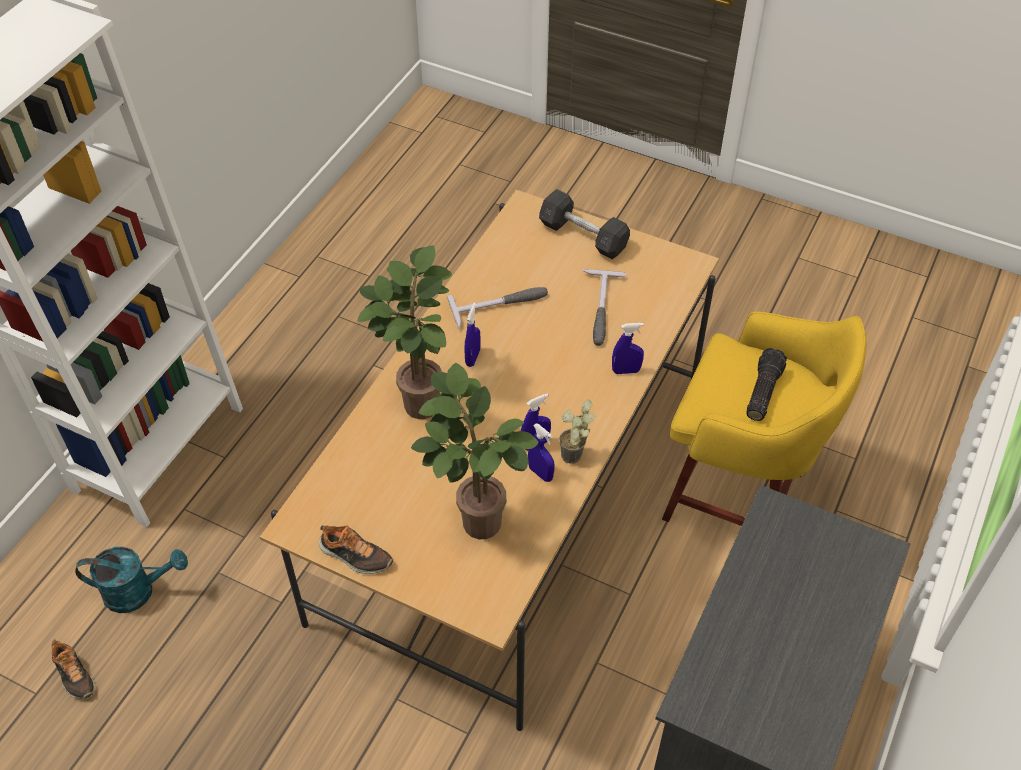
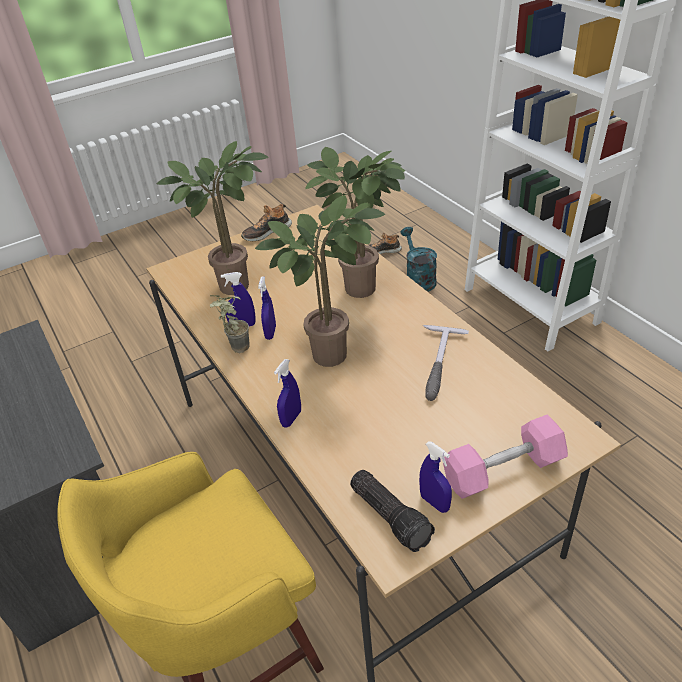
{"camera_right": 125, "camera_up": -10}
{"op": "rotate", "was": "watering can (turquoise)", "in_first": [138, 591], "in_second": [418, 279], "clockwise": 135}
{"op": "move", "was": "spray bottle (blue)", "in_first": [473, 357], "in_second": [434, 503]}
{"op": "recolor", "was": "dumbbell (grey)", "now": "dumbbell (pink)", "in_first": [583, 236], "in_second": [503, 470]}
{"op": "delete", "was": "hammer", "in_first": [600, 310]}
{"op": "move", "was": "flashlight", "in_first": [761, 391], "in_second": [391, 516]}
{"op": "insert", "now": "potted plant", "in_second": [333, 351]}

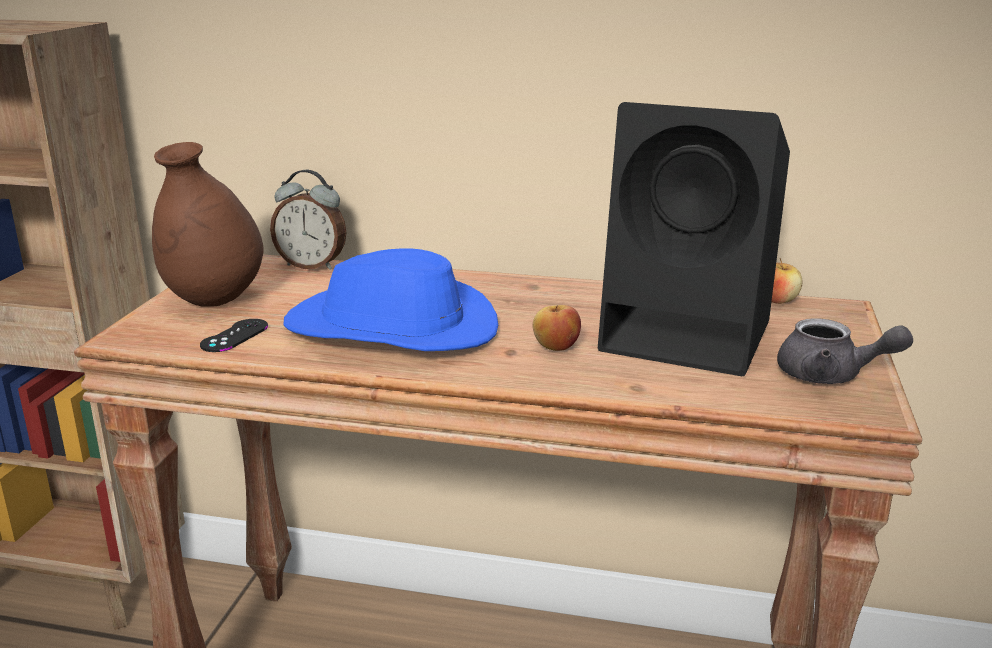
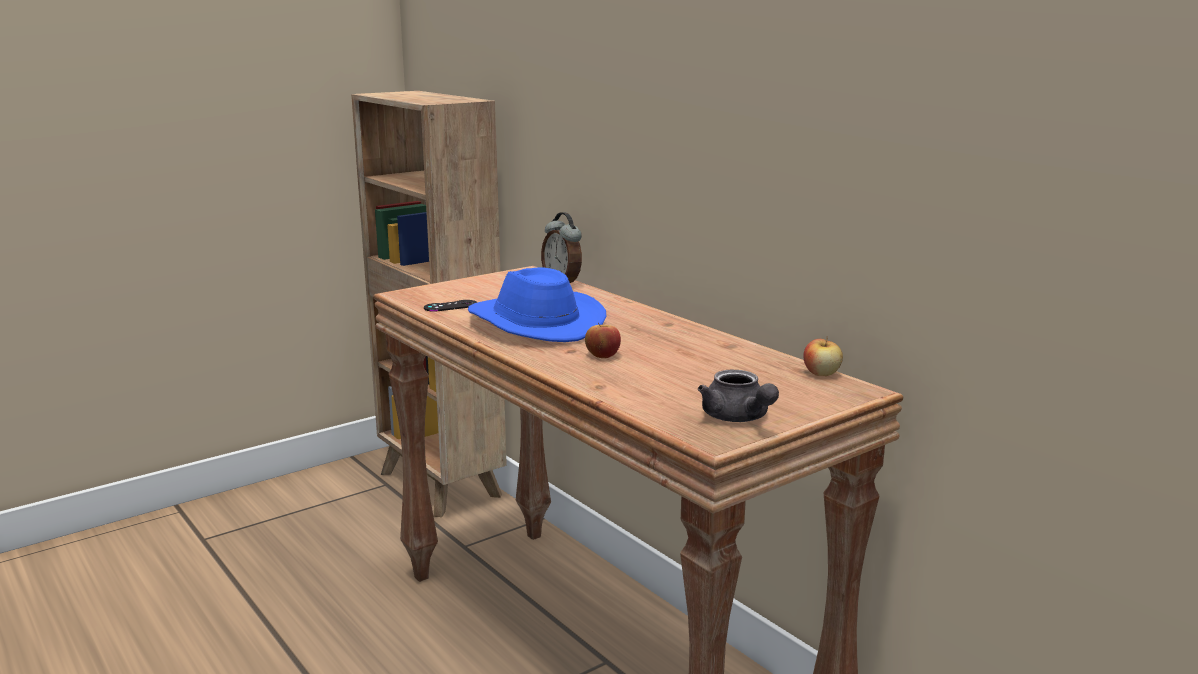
{"camera_right": 40, "camera_up": -5}
{"op": "delete", "was": "vase (brown)", "in_first": [214, 301]}
{"op": "delete", "was": "speaker (black)", "in_first": [691, 336]}

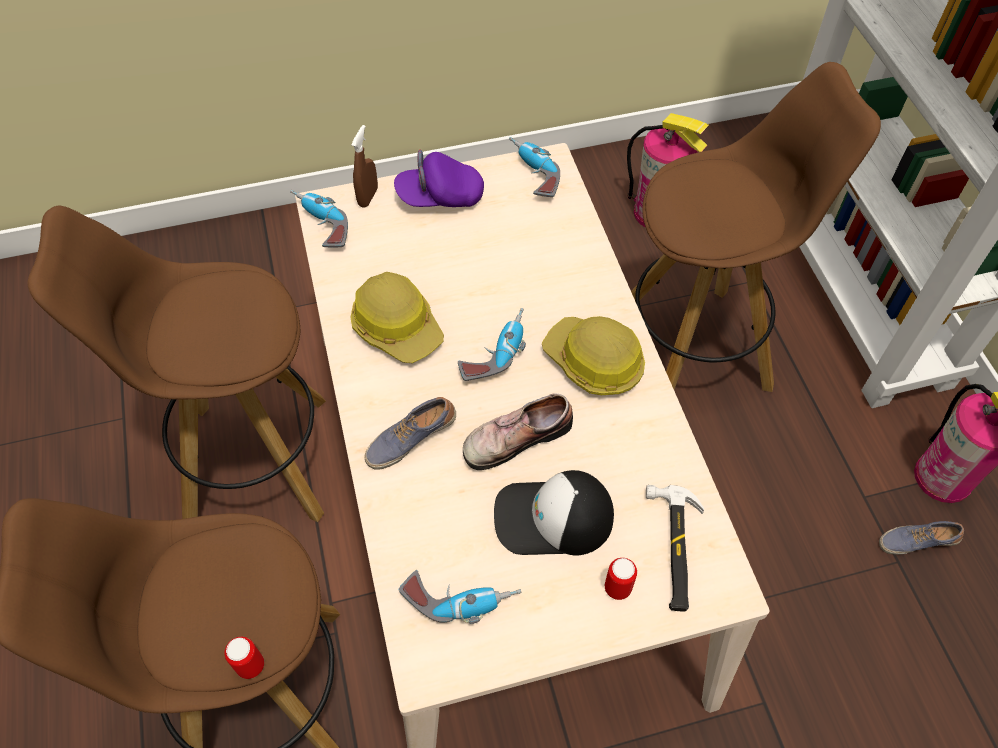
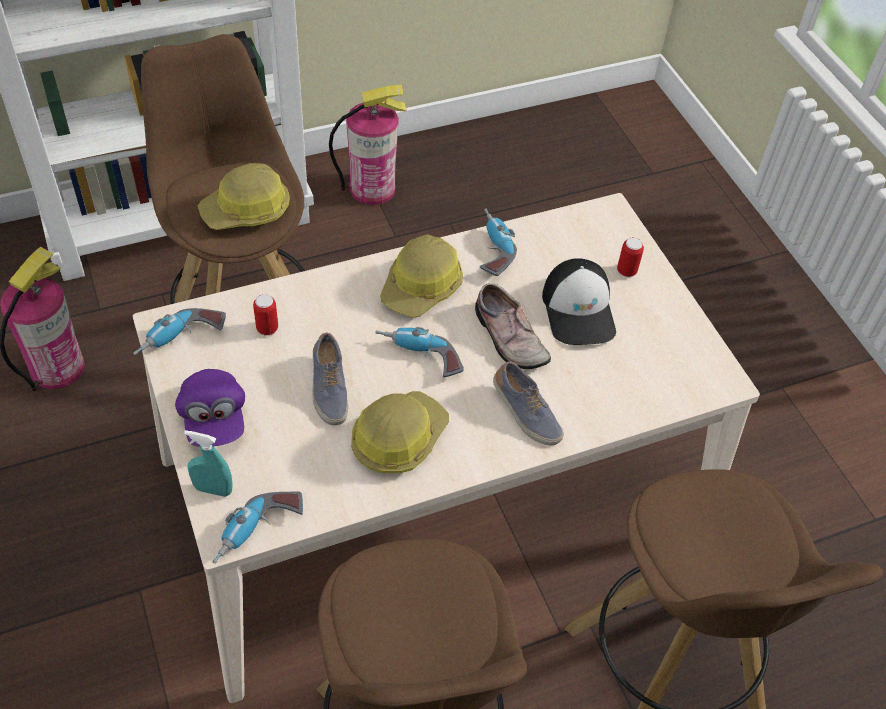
{"camera_right": -100, "camera_up": -5}
{"op": "move", "was": "can", "in_first": [250, 665], "in_second": [267, 328]}
{"op": "recolor", "was": "spray bottle (brown)", "now": "spray bottle (turquoise)", "in_first": [368, 197], "in_second": [213, 489]}
{"op": "move", "was": "power drill", "in_first": [460, 598], "in_second": [491, 249]}
{"op": "delete", "was": "hammer", "in_first": [674, 549]}
{"op": "move", "was": "shoe", "in_first": [916, 541], "in_second": [328, 388]}
{"op": "insert", "now": "hard hat", "in_second": [247, 210]}

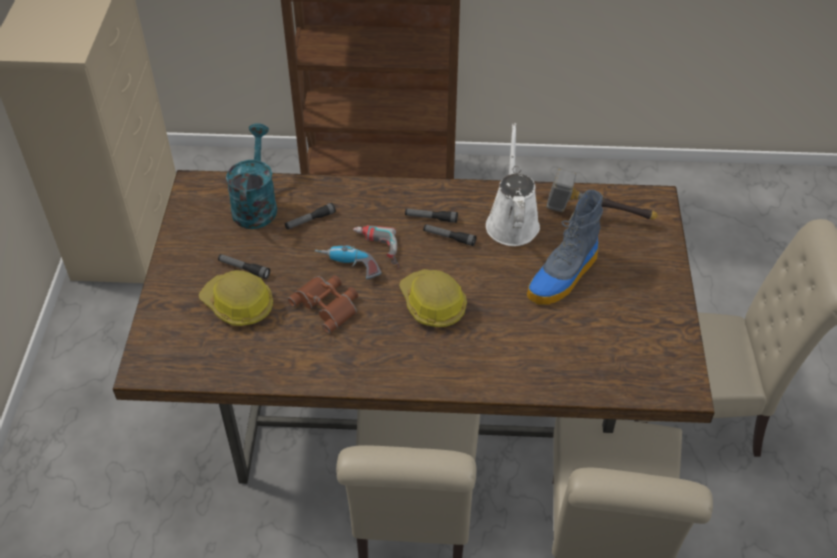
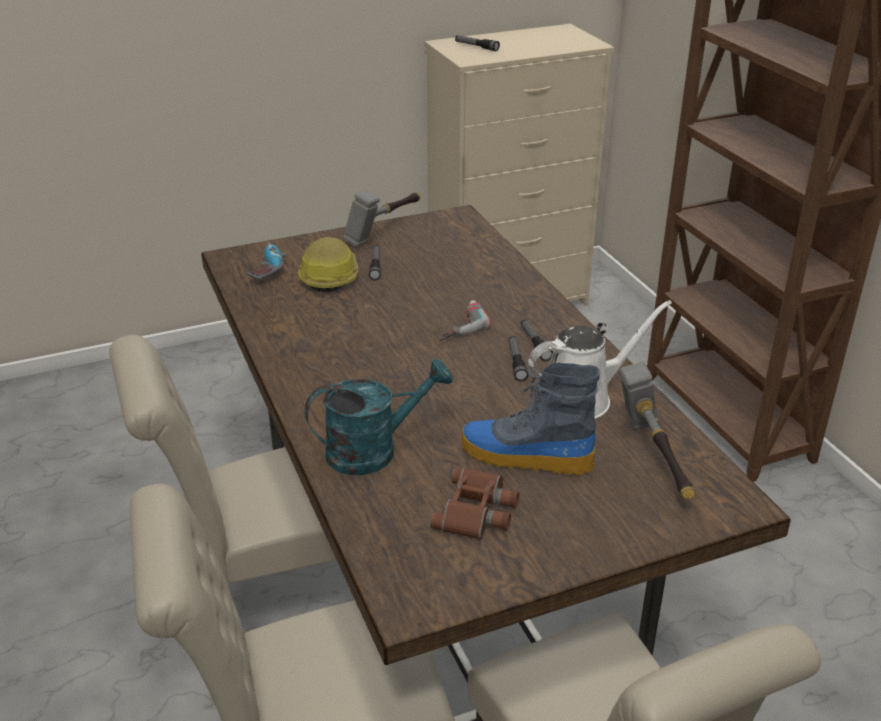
{"camera_right": 65, "camera_up": -15}
{"op": "move", "was": "watering can (turquoise)", "in_first": [255, 204], "in_second": [374, 450]}
{"op": "move", "was": "flashlight", "in_first": [310, 220], "in_second": [476, 47]}
{"op": "move", "was": "binoculars (brown)", "in_first": [328, 304], "in_second": [478, 511]}
{"op": "move", "was": "power drill", "in_first": [348, 267], "in_second": [266, 268]}
{"op": "delete", "was": "hard hat", "in_first": [432, 304]}
{"op": "insert", "now": "hammer", "in_second": [385, 229]}

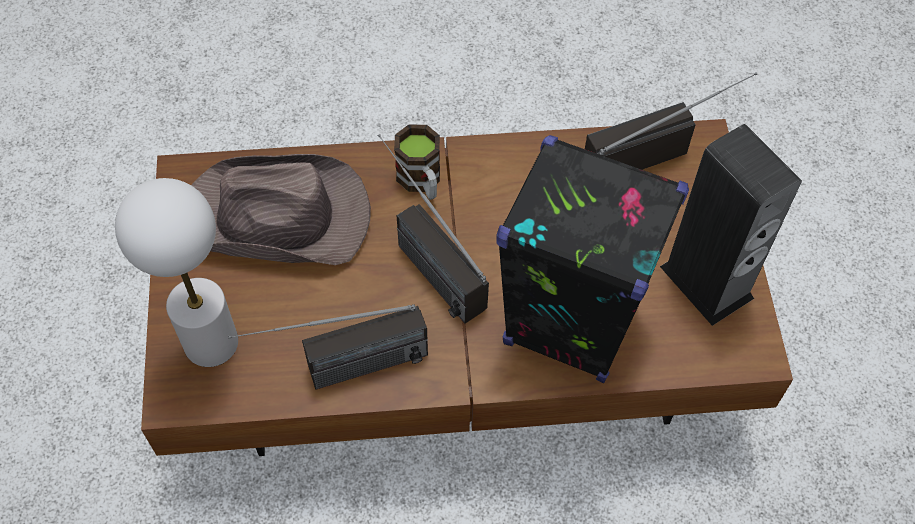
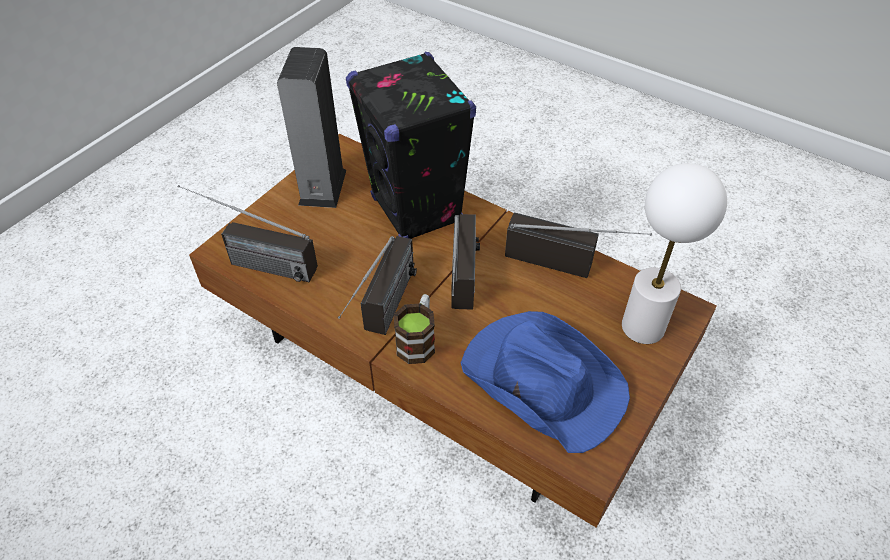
{"camera_right": -140, "camera_up": -10}
{"op": "recolor", "was": "hat (brown)", "now": "hat (blue)", "in_first": [277, 219], "in_second": [541, 380]}
{"op": "insert", "now": "radio", "in_second": [384, 317]}

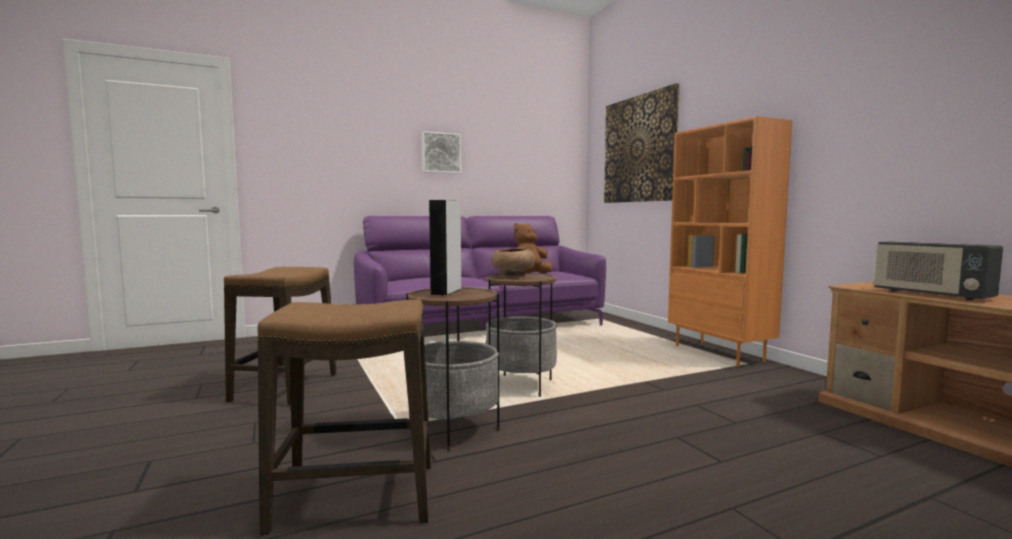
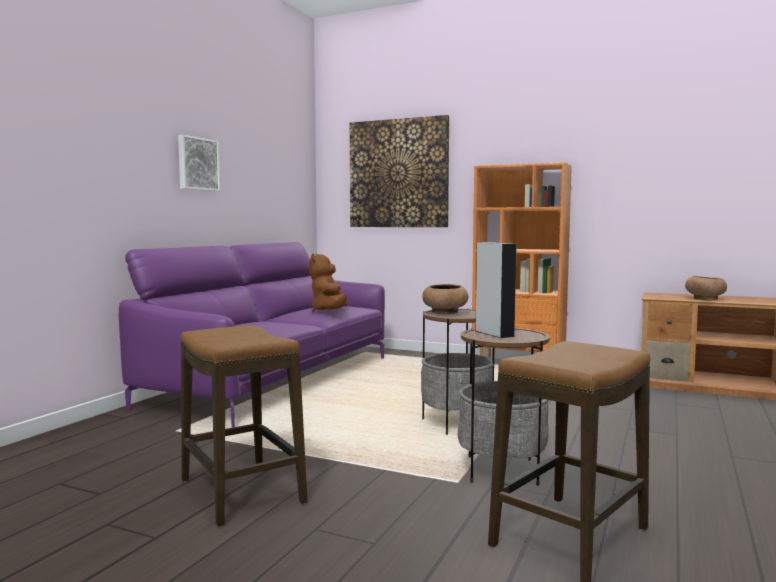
{"camera_right": -40, "camera_up": 0}
{"op": "replace", "was": "radio", "now": "bowl (brown)", "in_first": [930, 294], "in_second": [705, 299]}

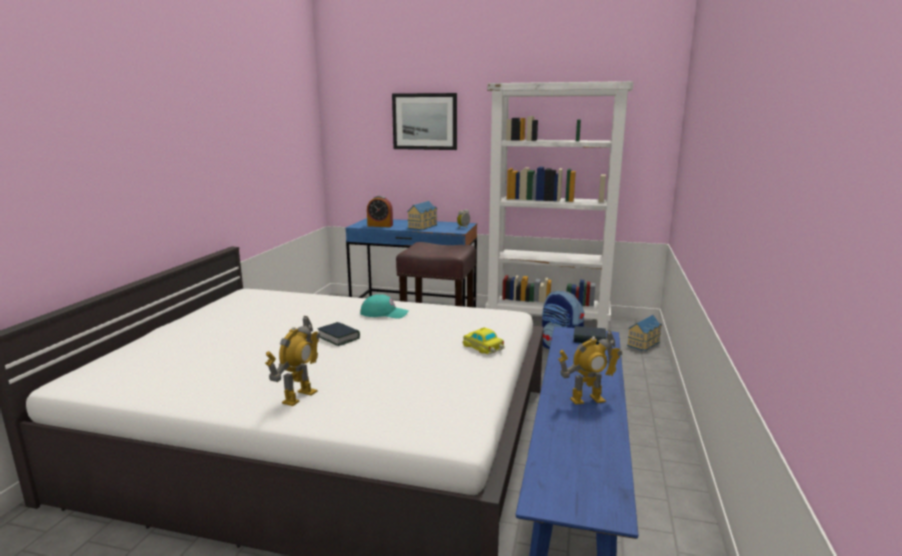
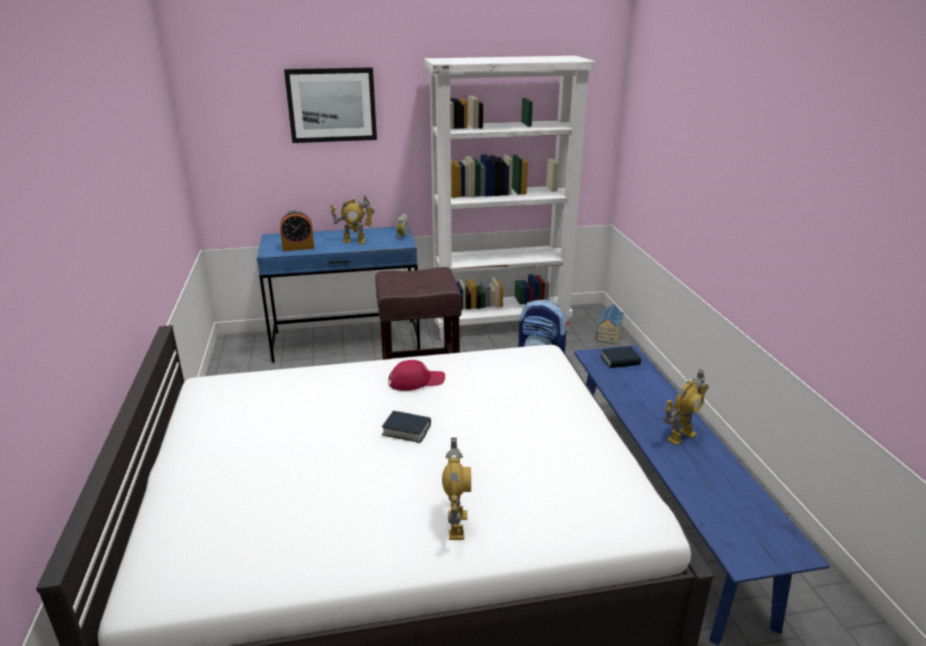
{"camera_right": -25, "camera_up": 10}
{"op": "recolor", "was": "cap (turquoise)", "now": "cap (red)", "in_first": [384, 313], "in_second": [416, 381]}
{"op": "replace", "was": "toy house", "now": "toy robot", "in_first": [423, 226], "in_second": [354, 241]}
{"op": "delete", "was": "toy car", "in_first": [483, 347]}

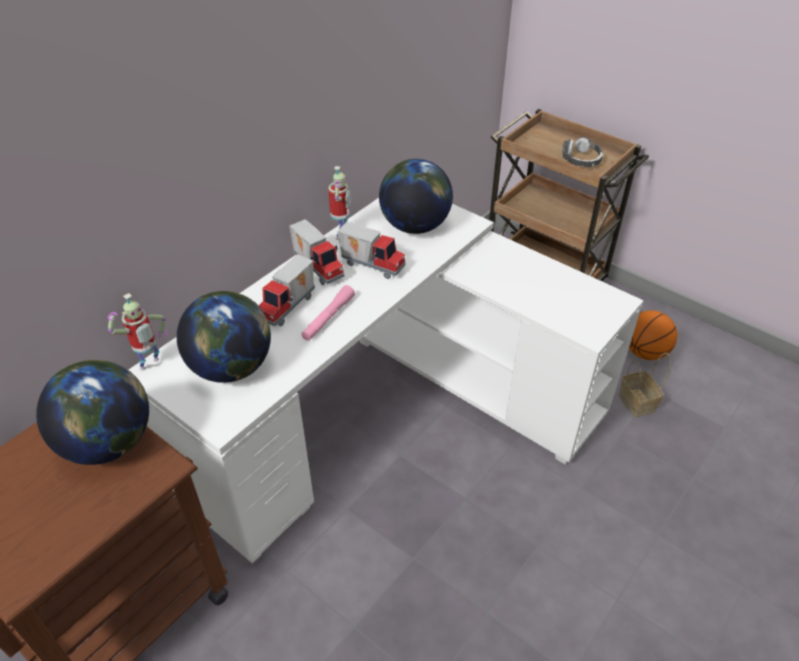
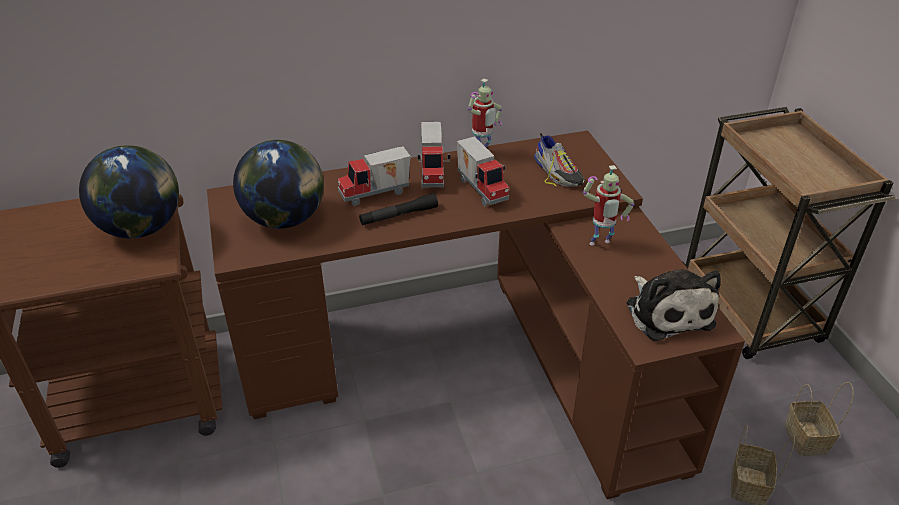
{"camera_right": 35, "camera_up": -5}
{"op": "move", "was": "toy robot", "in_first": [151, 366], "in_second": [600, 244]}
{"op": "recolor", "was": "desk (white)", "now": "desk (brown)", "in_first": [388, 411], "in_second": [473, 358]}
{"op": "recolor", "was": "flashlight (pink)", "now": "flashlight (black)", "in_first": [328, 318], "in_second": [399, 215]}
{"op": "replace", "was": "globe", "now": "shoe", "in_first": [415, 226], "in_second": [558, 172]}
{"op": "delete", "was": "headphones", "in_first": [581, 159]}
{"op": "replace", "was": "basketball", "now": "basket", "in_first": [645, 352], "in_second": [807, 439]}
{"op": "insert", "now": "plush toy", "in_second": [667, 311]}

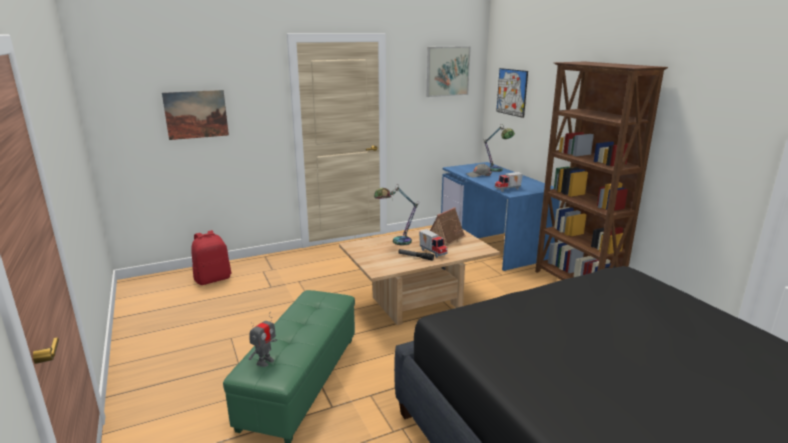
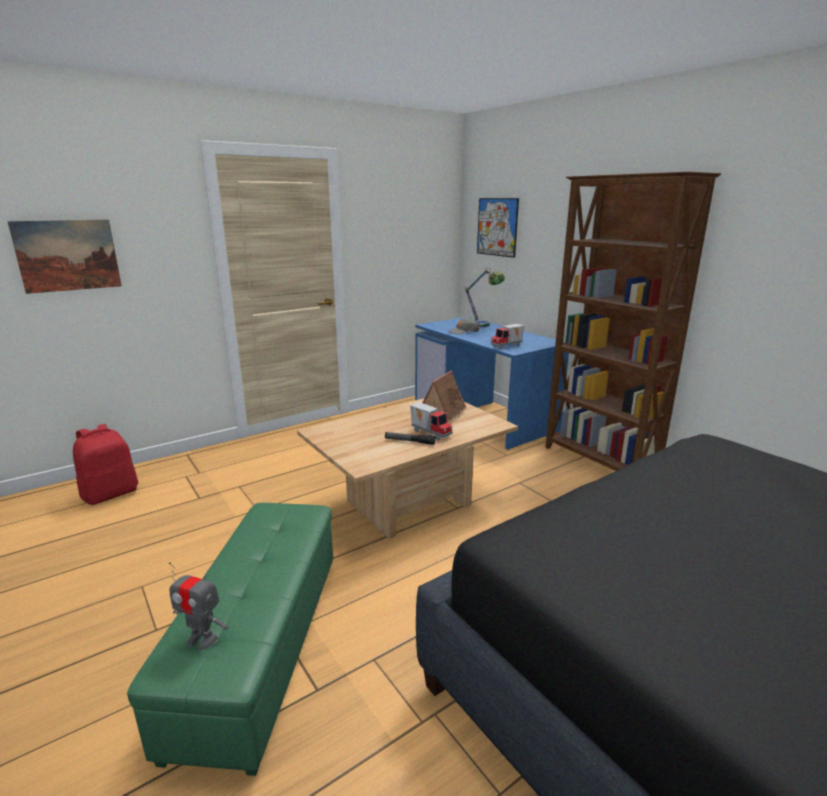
{"camera_right": -10, "camera_up": 0}
{"op": "rotate", "was": "toy robot", "in_first": [265, 361], "in_second": [202, 639], "clockwise": 90}
{"op": "delete", "was": "table lamp", "in_first": [396, 242]}
{"op": "delete", "was": "picture", "in_first": [447, 71]}

